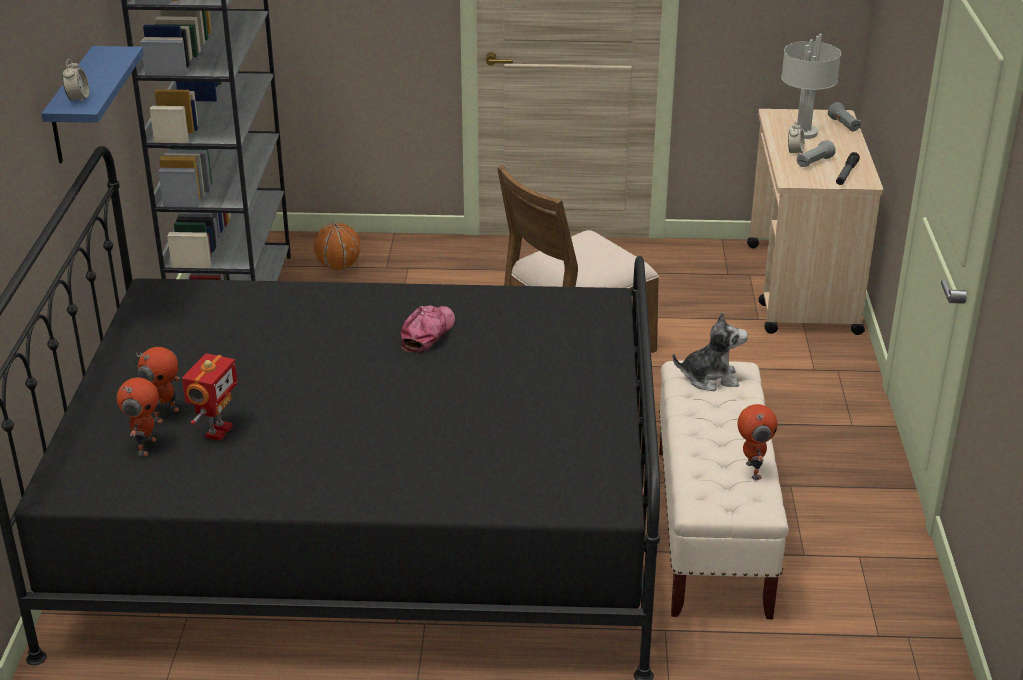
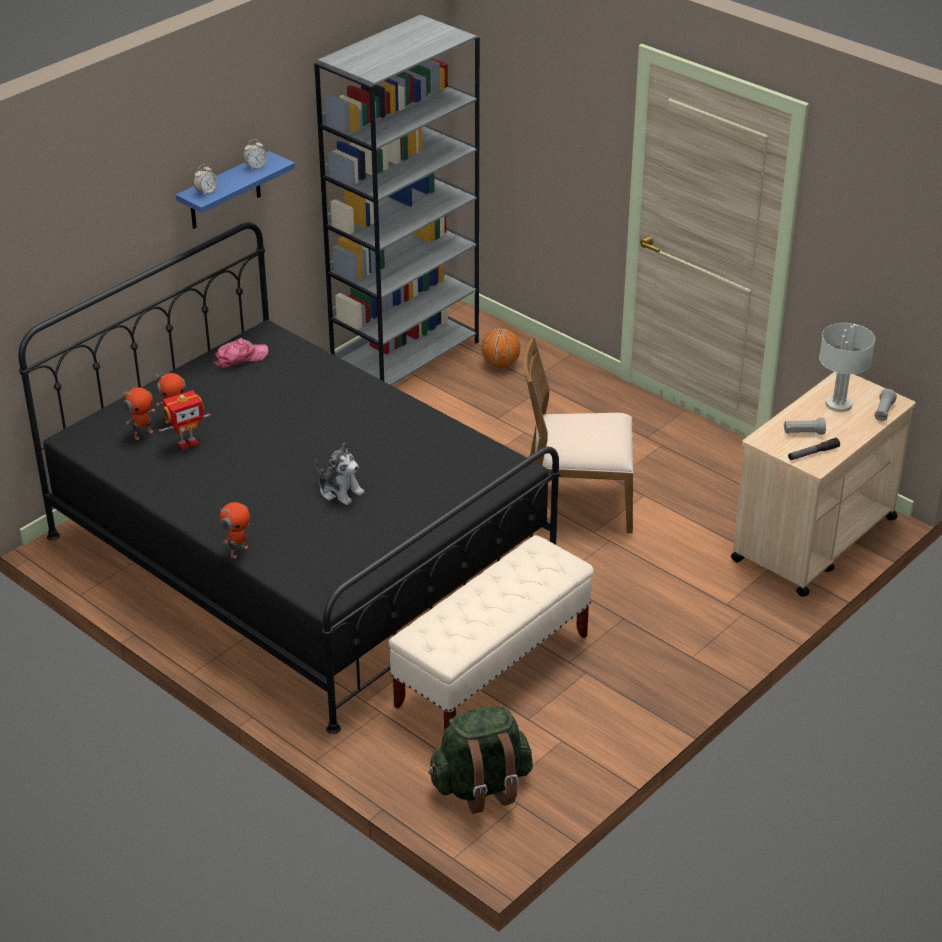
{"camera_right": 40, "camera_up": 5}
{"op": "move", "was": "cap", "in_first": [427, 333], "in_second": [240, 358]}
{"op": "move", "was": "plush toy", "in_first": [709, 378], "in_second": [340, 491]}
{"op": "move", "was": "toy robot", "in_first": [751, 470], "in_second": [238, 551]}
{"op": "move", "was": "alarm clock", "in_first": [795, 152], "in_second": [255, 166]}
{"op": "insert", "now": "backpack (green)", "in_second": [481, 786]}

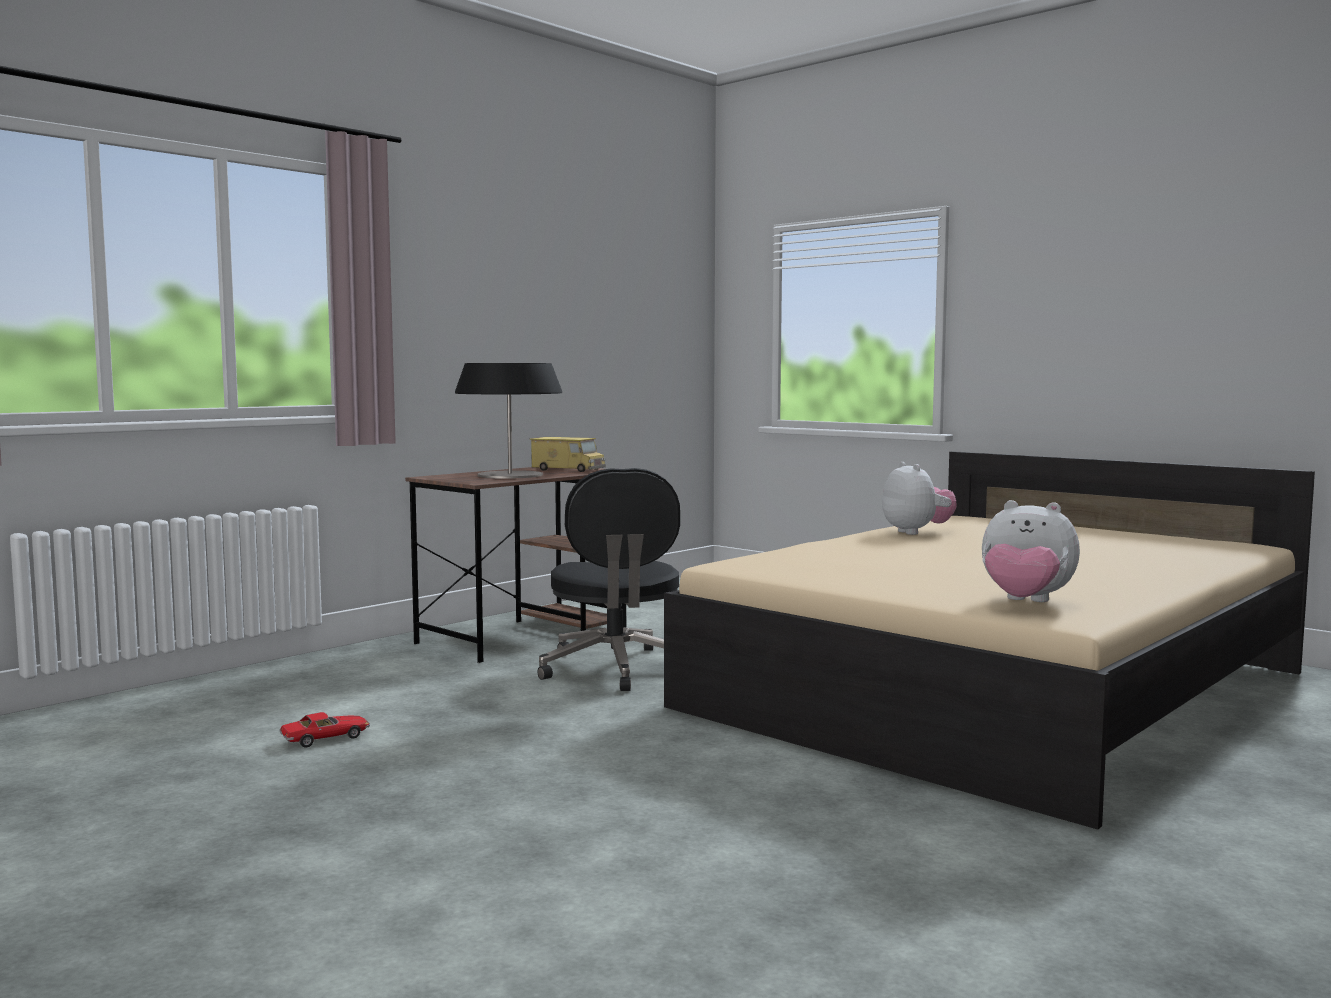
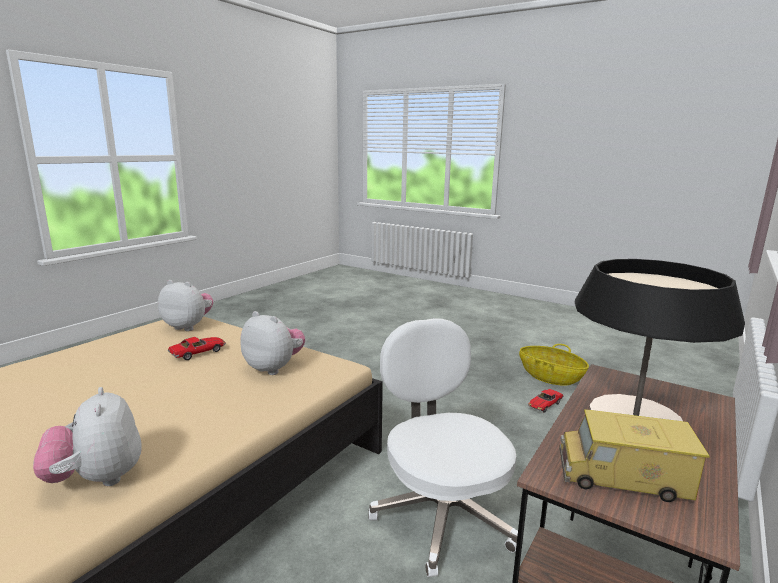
{"camera_right": 170, "camera_up": 10}
{"op": "recolor", "was": "office chair (black)", "now": "office chair (white)", "in_first": [616, 669], "in_second": [441, 514]}
{"op": "insert", "now": "toy car", "in_second": [198, 353]}
{"op": "insert", "now": "plush toy", "in_second": [274, 368]}
{"op": "insert", "now": "basket", "in_second": [550, 377]}

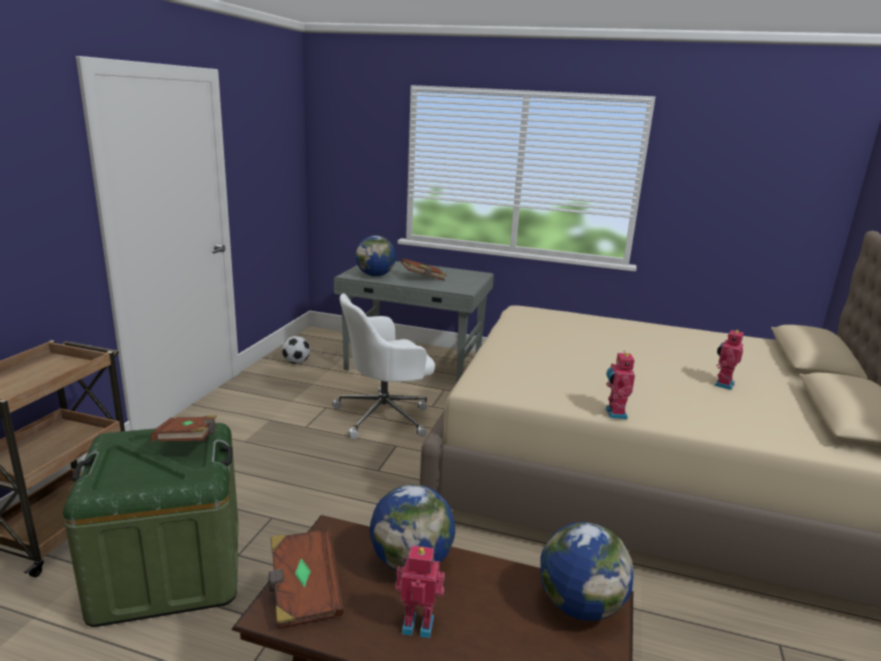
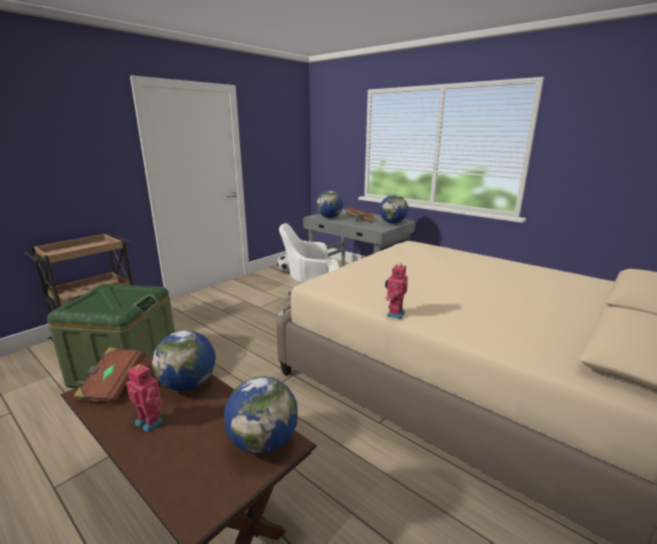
{"camera_right": 25, "camera_up": 0}
{"op": "delete", "was": "book (brown)", "in_first": [189, 442]}
{"op": "delete", "was": "toy robot", "in_first": [722, 384]}
{"op": "insert", "now": "globe", "in_second": [393, 223]}

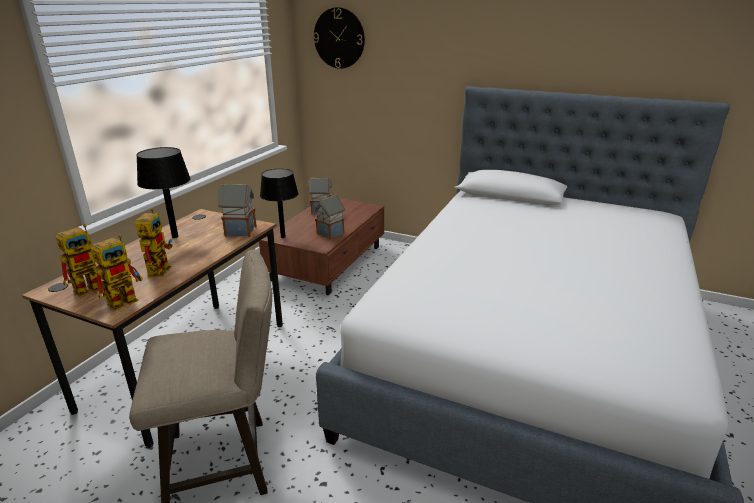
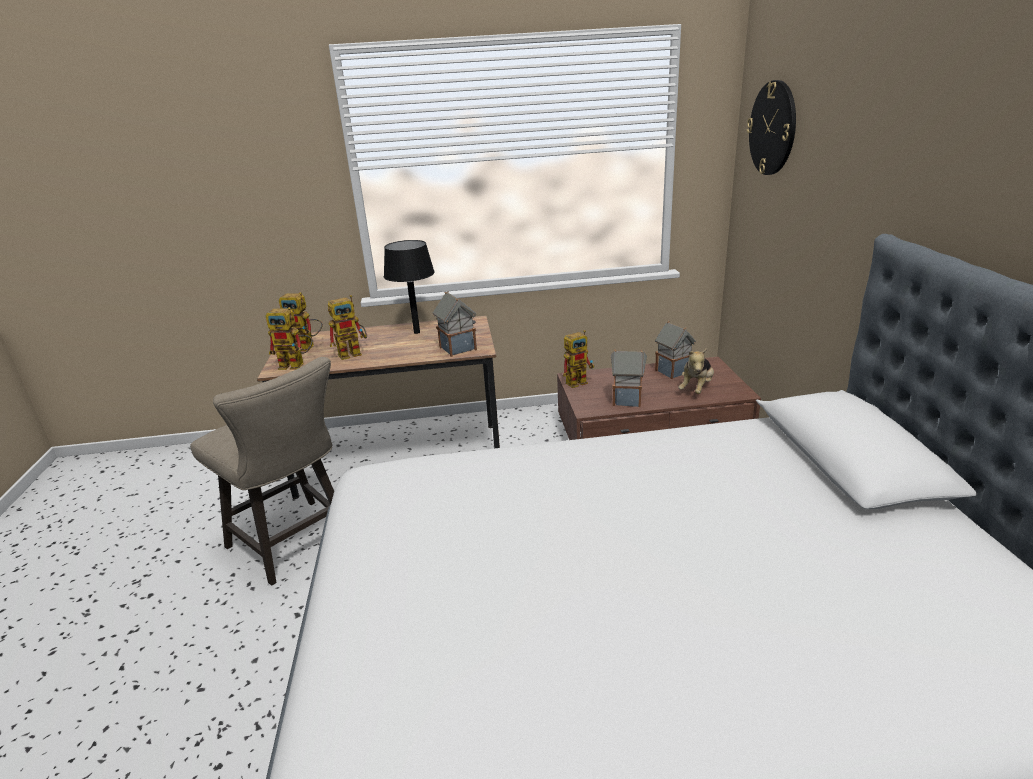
{"camera_right": 60, "camera_up": 0}
{"op": "replace", "was": "table lamp (black)", "now": "toy robot", "in_first": [283, 237], "in_second": [579, 381]}
{"op": "insert", "now": "plush toy", "in_second": [696, 388]}

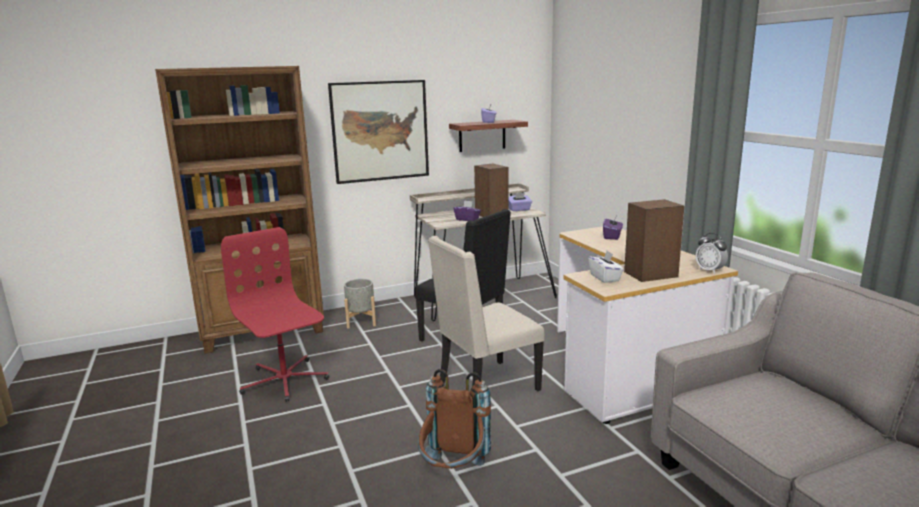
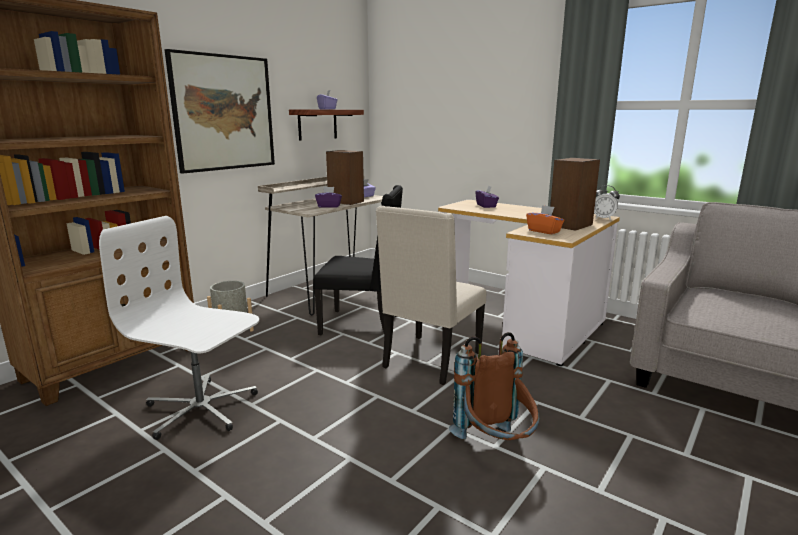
{"camera_right": -30, "camera_up": 0}
{"op": "recolor", "was": "office chair (red)", "now": "office chair (white)", "in_first": [284, 380], "in_second": [200, 409]}
{"op": "recolor", "was": "tissue box (white)", "now": "tissue box (orange)", "in_first": [605, 278], "in_second": [544, 231]}

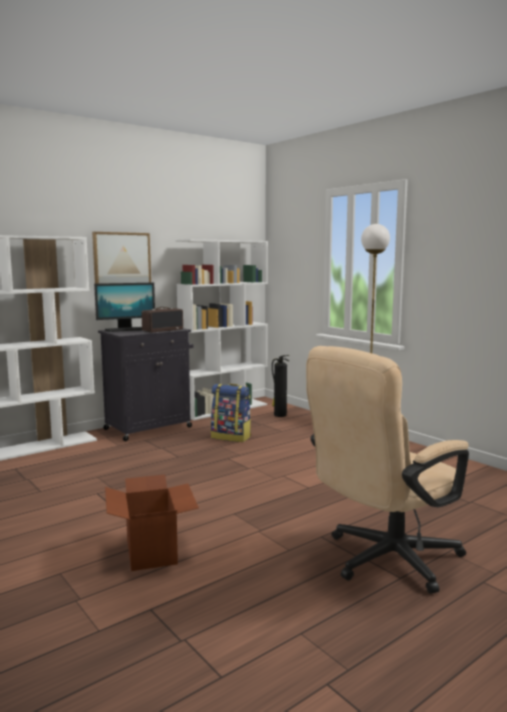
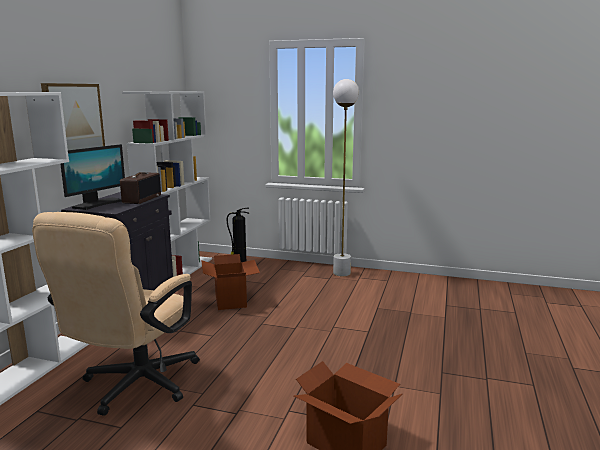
{"camera_right": -35, "camera_up": 5}
{"op": "replace", "was": "backpack", "now": "cardboard box", "in_first": [231, 437], "in_second": [231, 300]}
{"op": "move", "was": "office chair (beige)", "in_first": [383, 561], "in_second": [134, 387]}

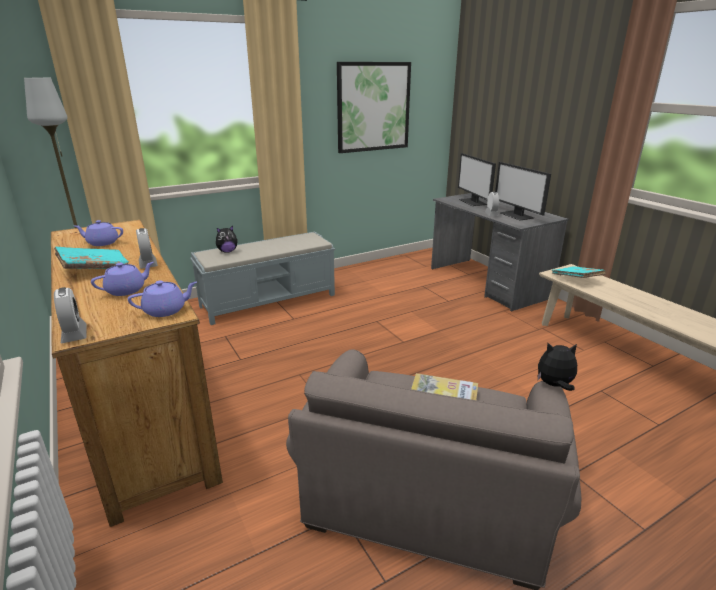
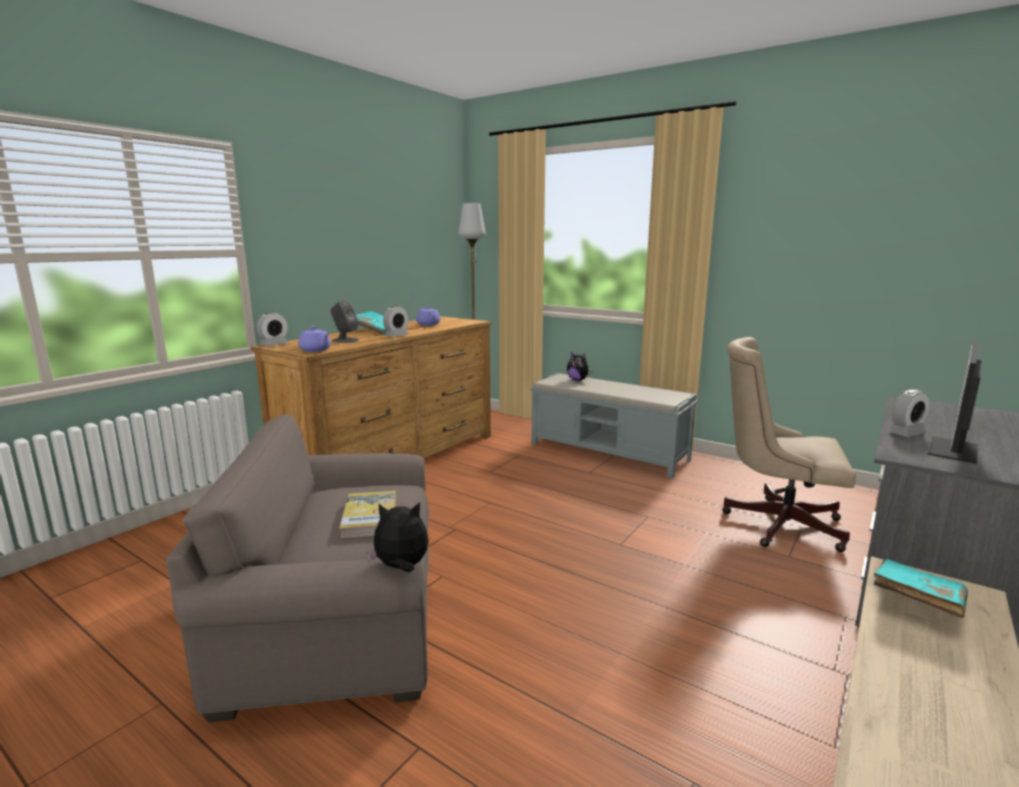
{"camera_right": 65, "camera_up": -10}
{"op": "replace", "was": "teapot (purple)", "now": "speaker (grey)", "in_first": [127, 290], "in_second": [345, 340]}
{"op": "delete", "was": "picture", "in_first": [373, 107]}
{"op": "delete", "was": "monitor", "in_first": [473, 202]}
{"op": "rotate", "was": "plush toy", "in_first": [554, 385], "in_second": [402, 568], "clockwise": -75}
{"op": "insert", "now": "office chair (beige)", "in_second": [775, 522]}

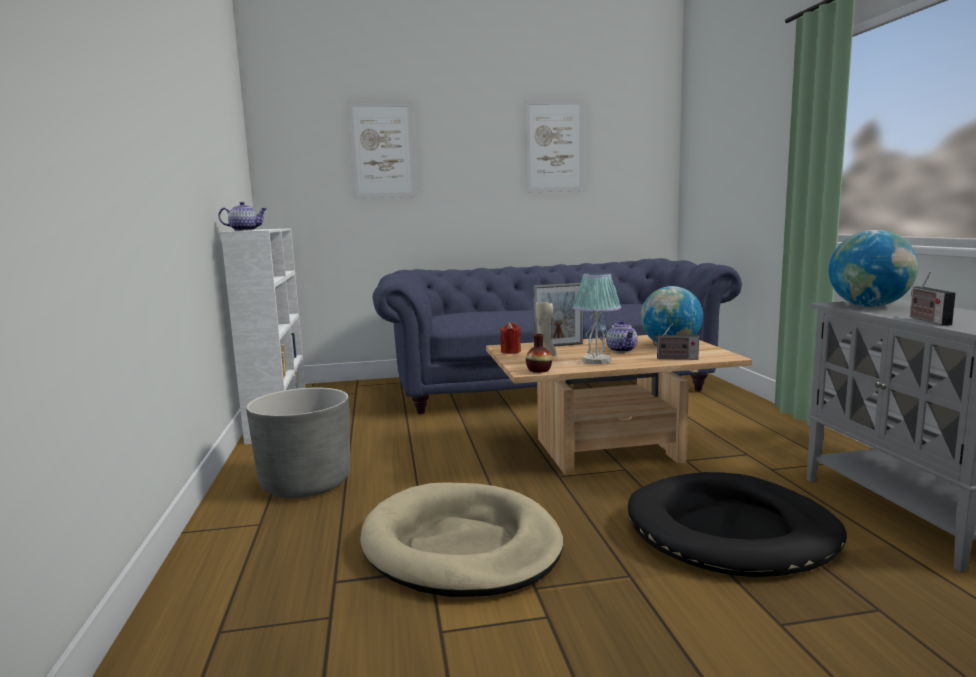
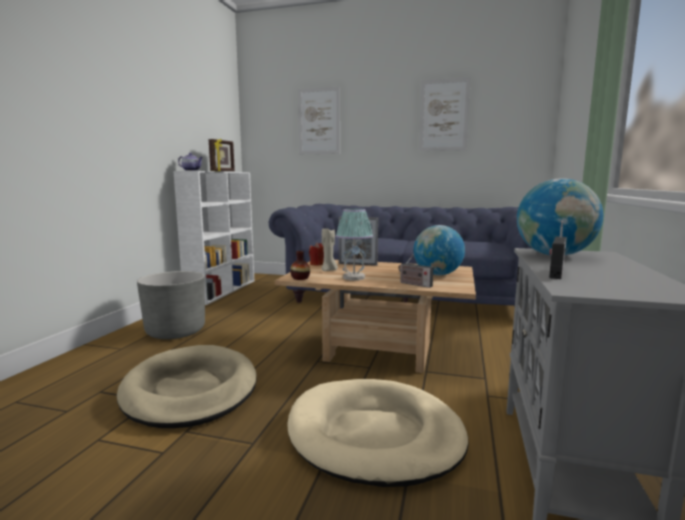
{"camera_right": 25, "camera_up": 0}
{"op": "delete", "was": "teapot", "in_first": [622, 350]}
{"op": "recolor", "was": "dog bed (black)", "now": "dog bed (beige)", "in_first": [731, 531], "in_second": [375, 435]}
{"op": "insert", "now": "picture frame", "in_second": [223, 171]}

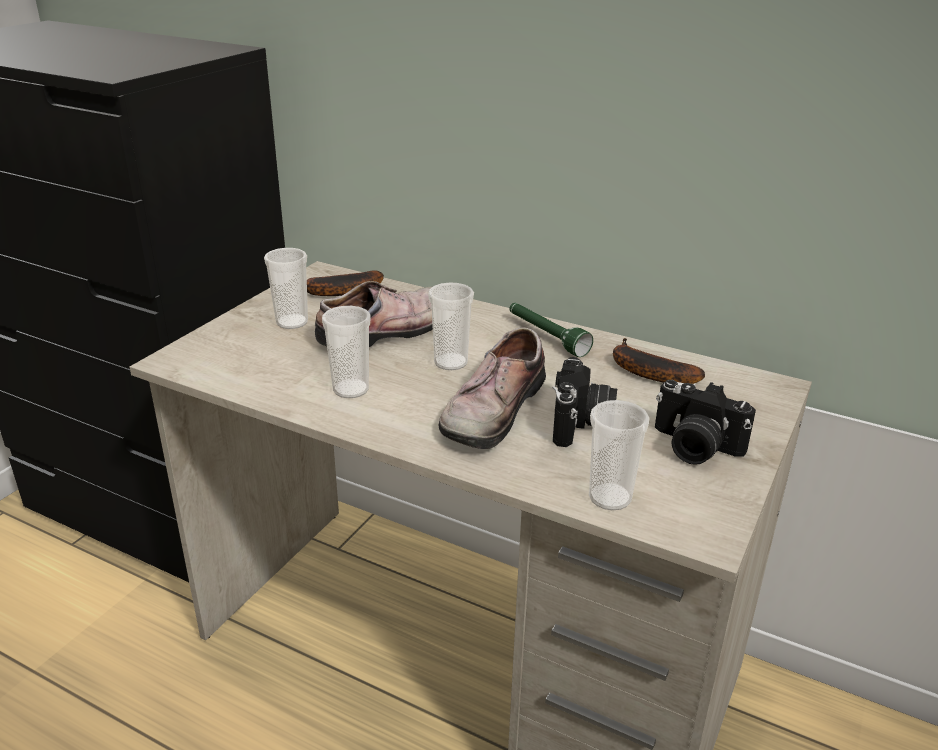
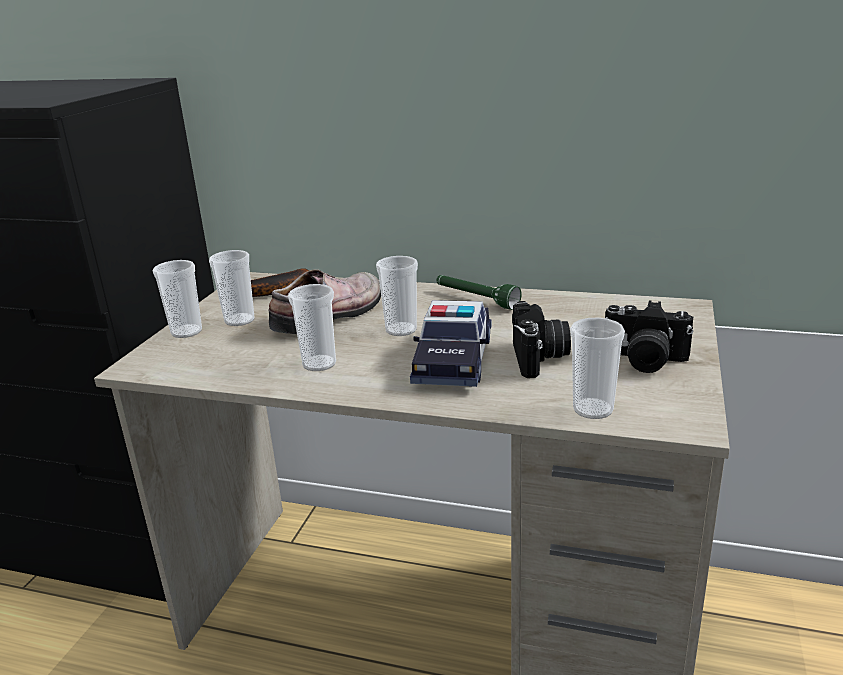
{"camera_right": -10, "camera_up": -5}
{"op": "replace", "was": "shoe", "now": "toy car", "in_first": [490, 409], "in_second": [454, 359]}
{"op": "delete", "was": "banana", "in_first": [645, 371]}
{"op": "insert", "now": "cup", "in_second": [186, 332]}

